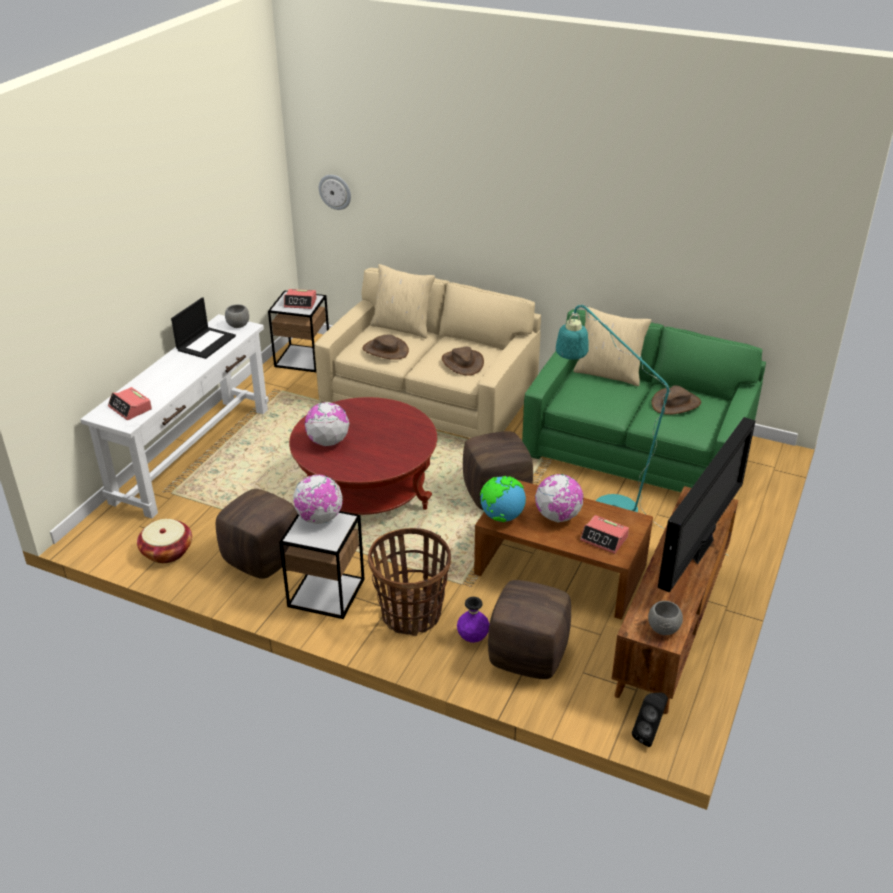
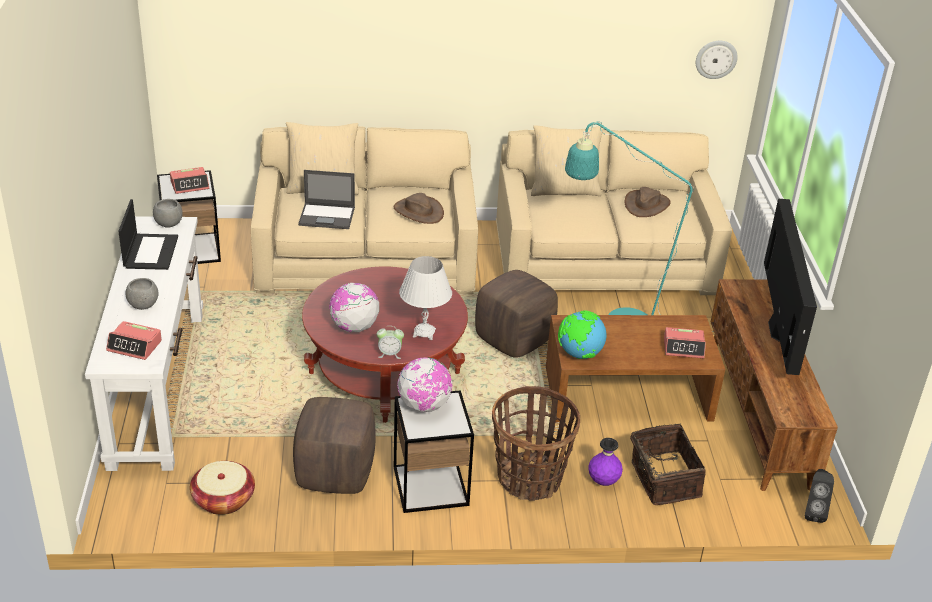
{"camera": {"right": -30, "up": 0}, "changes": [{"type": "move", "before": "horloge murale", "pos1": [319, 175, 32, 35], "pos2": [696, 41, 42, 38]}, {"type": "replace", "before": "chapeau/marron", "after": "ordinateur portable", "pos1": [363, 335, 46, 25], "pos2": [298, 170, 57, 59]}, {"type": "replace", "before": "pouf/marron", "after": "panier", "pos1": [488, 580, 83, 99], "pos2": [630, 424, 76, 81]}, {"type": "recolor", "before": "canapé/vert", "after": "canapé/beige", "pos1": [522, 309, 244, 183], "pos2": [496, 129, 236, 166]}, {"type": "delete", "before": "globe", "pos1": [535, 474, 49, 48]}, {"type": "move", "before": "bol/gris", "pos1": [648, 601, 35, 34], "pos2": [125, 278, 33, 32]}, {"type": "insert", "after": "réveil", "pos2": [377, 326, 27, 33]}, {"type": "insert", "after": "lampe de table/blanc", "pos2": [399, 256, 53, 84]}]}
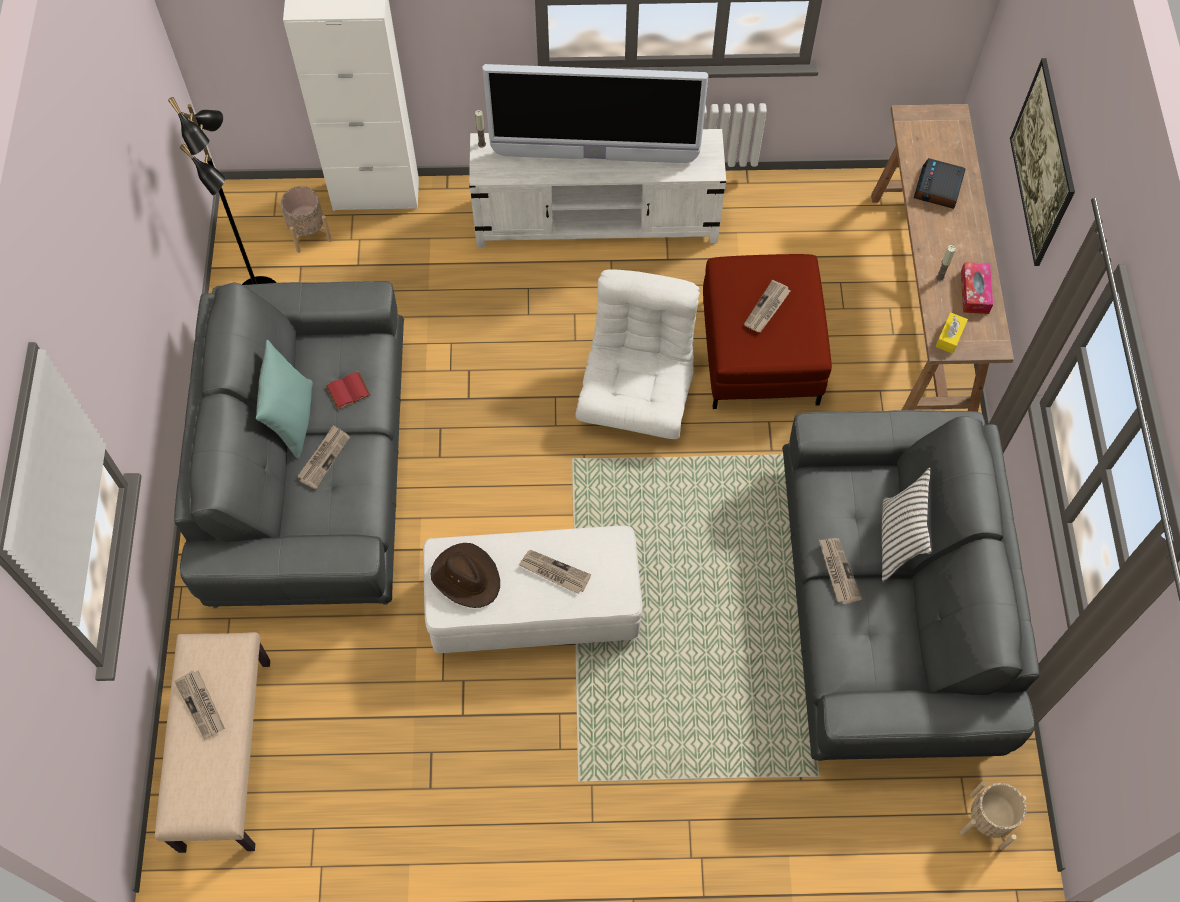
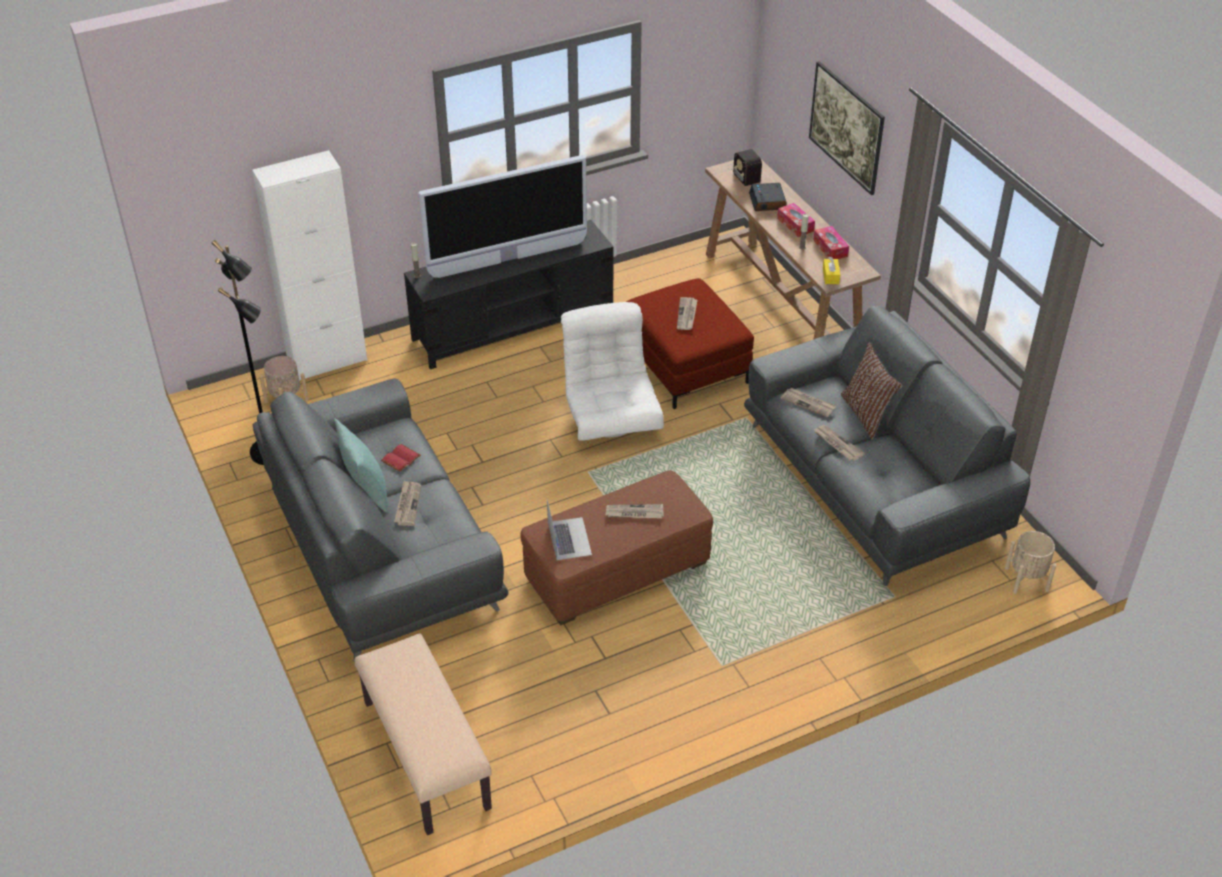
{"camera": {"right": -25, "up": -20}, "changes": [{"type": "move", "before": "journal", "pos1": [174, 670, 51, 69], "pos2": [780, 388, 57, 29]}, {"type": "recolor", "before": "pouf/blanc", "after": "pouf/marron", "pos1": [423, 526, 220, 127], "pos2": [521, 470, 192, 155]}, {"type": "replace", "before": "chapeau/marron", "after": "ordinateur portable", "pos1": [431, 543, 69, 65], "pos2": [547, 500, 45, 60]}, {"type": "recolor", "before": "meuble télé/blanc", "after": "meuble télé/noir", "pos1": [469, 129, 257, 118], "pos2": [404, 220, 210, 149]}, {"type": "recolor", "before": "coussin/blanc", "after": "coussin/marron", "pos1": [882, 468, 51, 115], "pos2": [841, 342, 62, 98]}, {"type": "insert", "after": "radio", "pos2": [727, 149, 35, 37]}, {"type": "insert", "after": "boîte à mouchoirs", "pos2": [777, 203, 38, 34]}]}
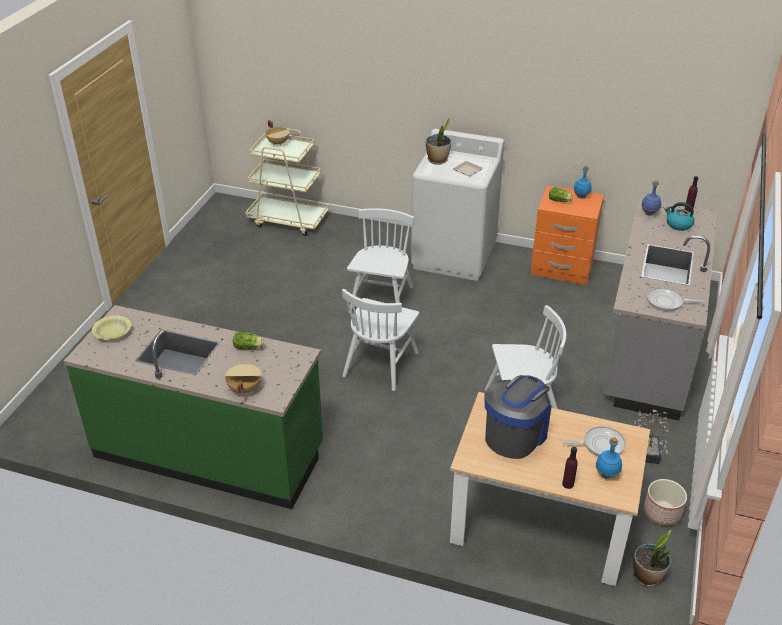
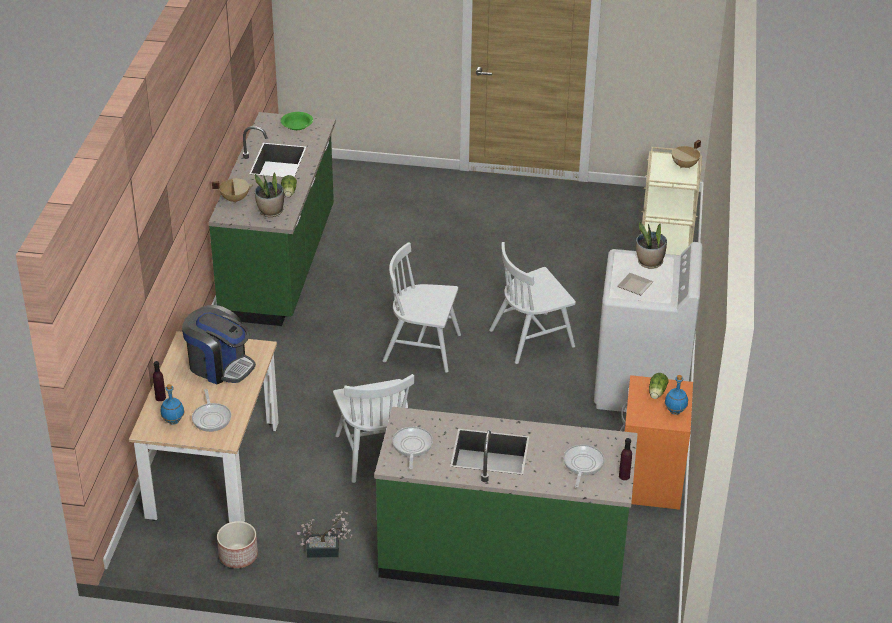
{"camera": {"right": 80, "up": 0}, "changes": [{"type": "recolor", "before": "bol/jaune", "after": "bol/vert", "pos1": [92, 315, 39, 25], "pos2": [281, 112, 32, 18]}, {"type": "rotate", "before": "chaise/blanc", "pos1": [347, 208, 67, 105], "pos2": [489, 242, 87, 122], "turn": 150}, {"type": "recolor", "before": "comptoir de cuisine/gris", "after": "comptoir de cuisine/vert", "pos1": [604, 199, 113, 222], "pos2": [374, 407, 264, 199]}, {"type": "move", "before": "plante en pot", "pos1": [633, 529, 39, 57], "pos2": [255, 172, 29, 45]}, {"type": "delete", "before": "bouteille/bleu", "pos1": [641, 180, 20, 35]}, {"type": "replace", "before": "bouilloire", "after": "poêle", "pos1": [665, 202, 29, 29], "pos2": [563, 445, 42, 43]}]}
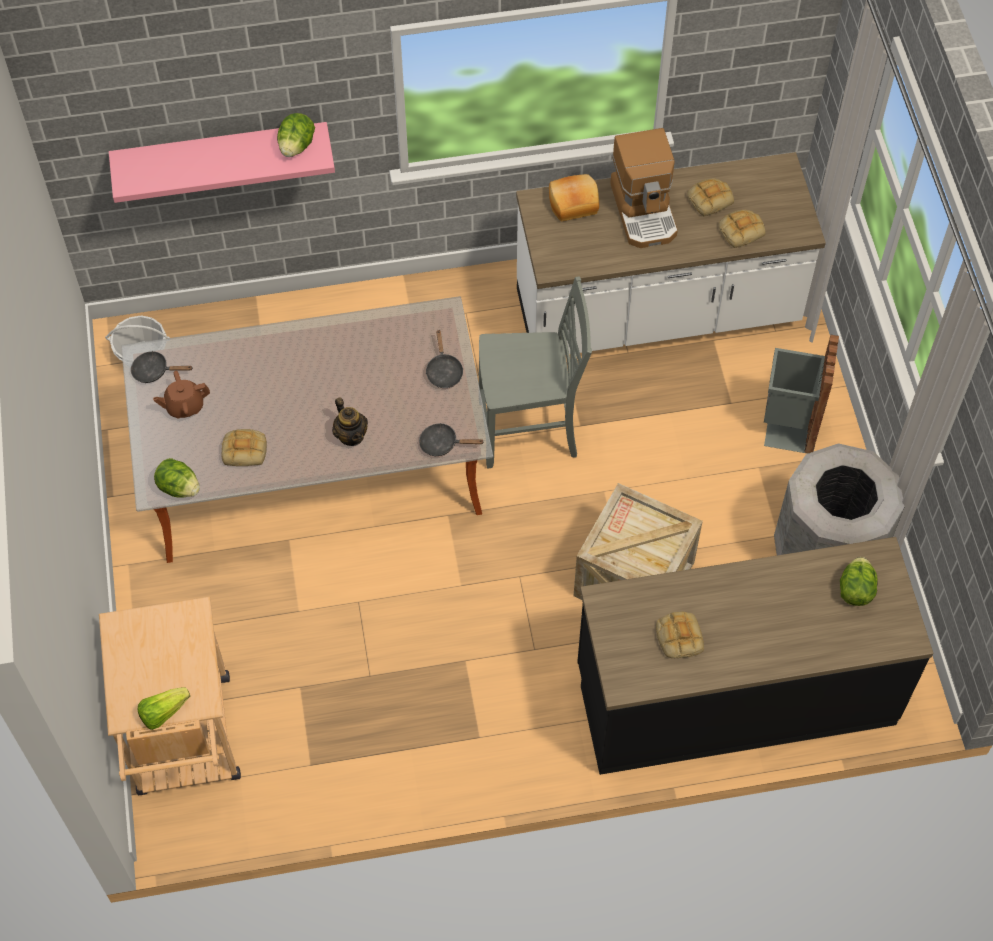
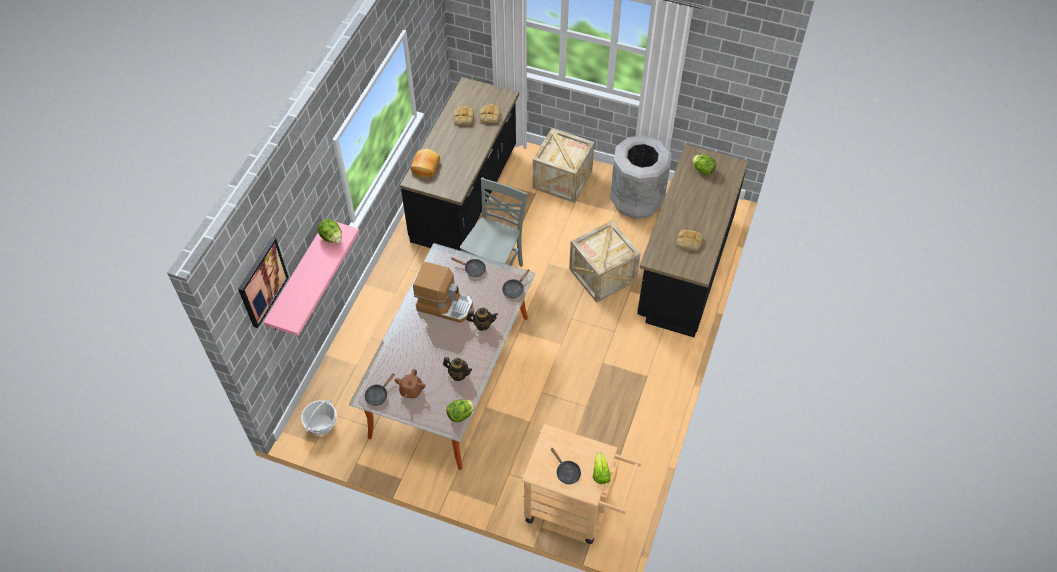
{"camera": {"right": -60, "up": -5}, "changes": [{"type": "replace", "before": "pain", "after": "théière", "pos1": [221, 429, 46, 37], "pos2": [443, 357, 29, 24]}, {"type": "recolor", "before": "comptoir de cuisine/blanc", "after": "comptoir de cuisine/noir", "pos1": [516, 152, 310, 202], "pos2": [400, 77, 119, 174]}, {"type": "move", "before": "machine à café", "pos1": [610, 128, 68, 120], "pos2": [413, 262, 60, 61]}, {"type": "replace", "before": "poubelle/gris", "after": "caisse", "pos1": [764, 335, 75, 119], "pos2": [533, 128, 61, 75]}, {"type": "insert", "after": "tableau", "pos2": [238, 237, 51, 91]}, {"type": "insert", "after": "poêle/noir", "pos2": [551, 447, 30, 38]}]}
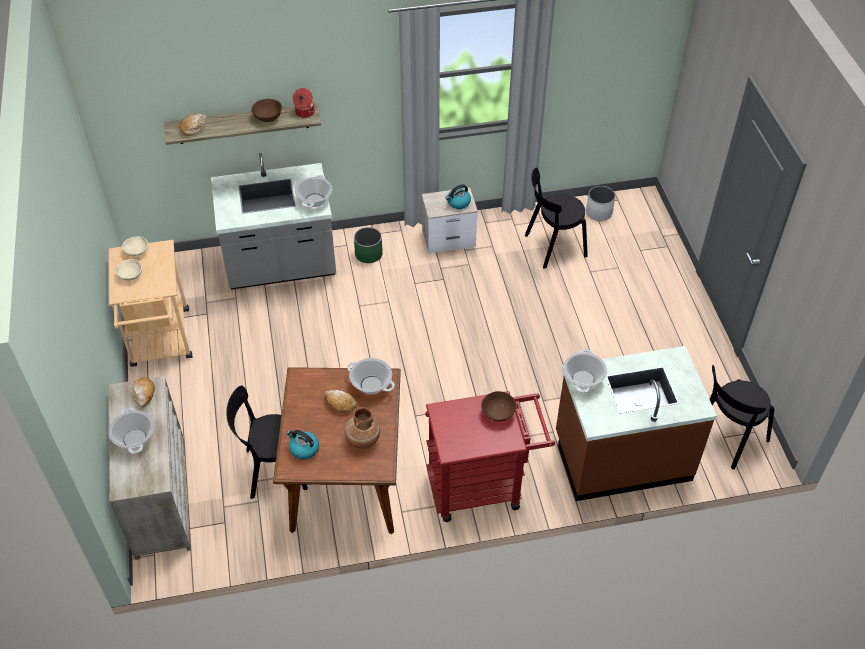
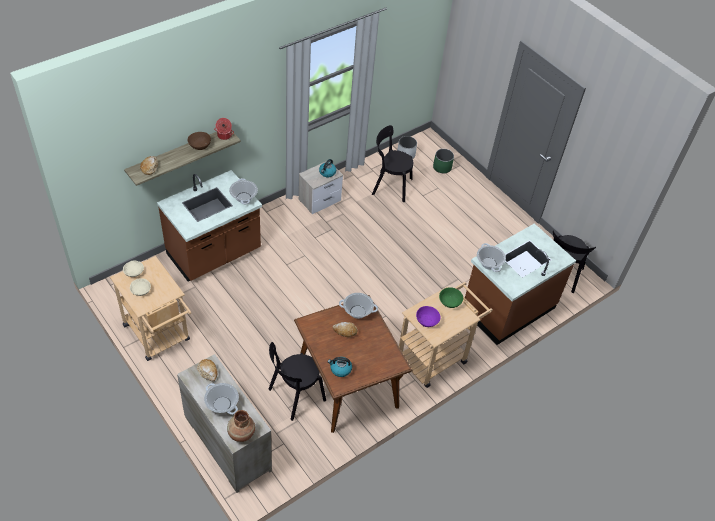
{"camera": {"right": -30, "up": 0}, "changes": [{"type": "recolor", "before": "comptoir de cuisine/gris", "after": "comptoir de cuisine/marron", "pos1": [211, 153, 125, 137], "pos2": [157, 170, 105, 112]}, {"type": "move", "before": "vase/marron", "pos1": [345, 407, 35, 42], "pos2": [227, 410, 28, 32]}, {"type": "move", "before": "cache-pot/vert", "pos1": [354, 227, 29, 36], "pos2": [433, 149, 21, 24]}, {"type": "recolor", "before": "chariot/rouge", "after": "chariot/beige", "pos1": [425, 391, 130, 131], "pos2": [399, 282, 94, 106]}, {"type": "recolor", "before": "bol/marron", "after": "bol/vert", "pos1": [481, 391, 36, 31], "pos2": [439, 287, 24, 21]}, {"type": "rotate", "before": "chaise/noir", "pos1": [525, 167, 63, 102], "pos2": [372, 125, 41, 77], "turn": 60}, {"type": "insert", "after": "bol/violet", "pos2": [416, 306, 25, 21]}]}
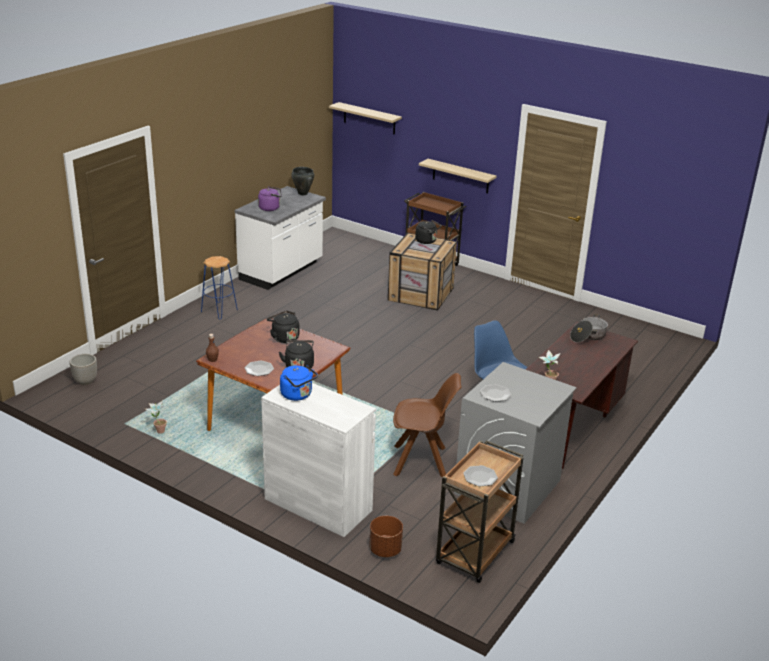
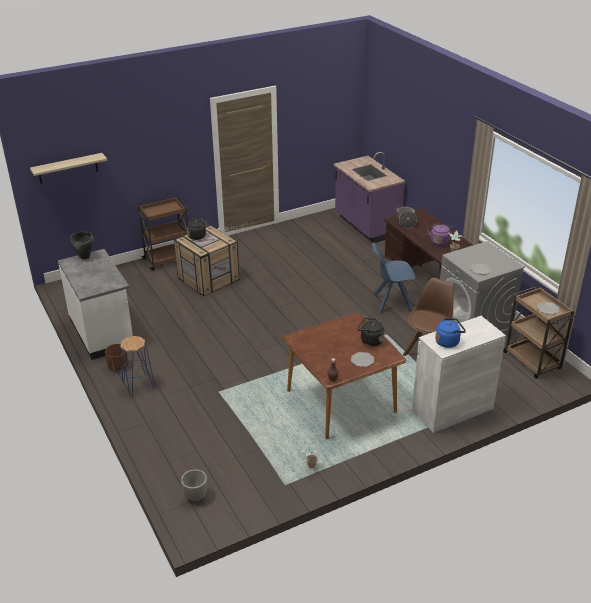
{"camera": {"right": -60, "up": 5}, "changes": [{"type": "move", "before": "bouilloire/violet", "pos1": [258, 186, 24, 25], "pos2": [427, 223, 25, 23]}, {"type": "delete", "before": "bouilloire/noir", "pos1": [267, 311, 32, 32]}, {"type": "move", "before": "cache-pot/marron", "pos1": [370, 516, 33, 41], "pos2": [105, 344, 24, 26]}, {"type": "delete", "before": "étagère", "pos1": [419, 159, 77, 35]}, {"type": "insert", "after": "comptoir de cuisine/violet", "pos2": [333, 152, 72, 91]}]}
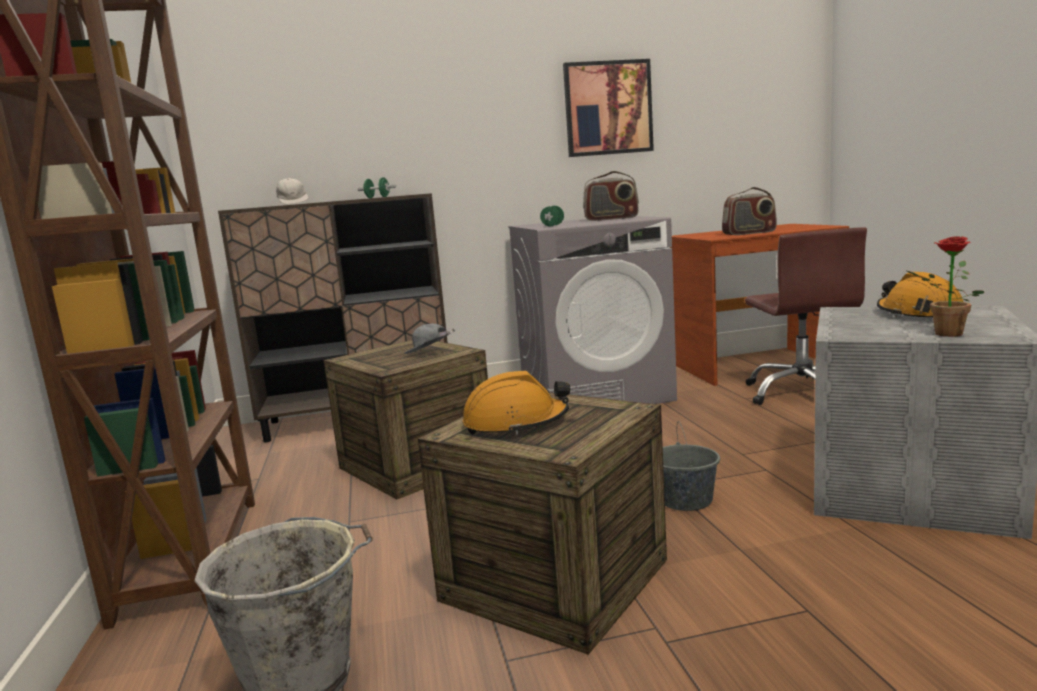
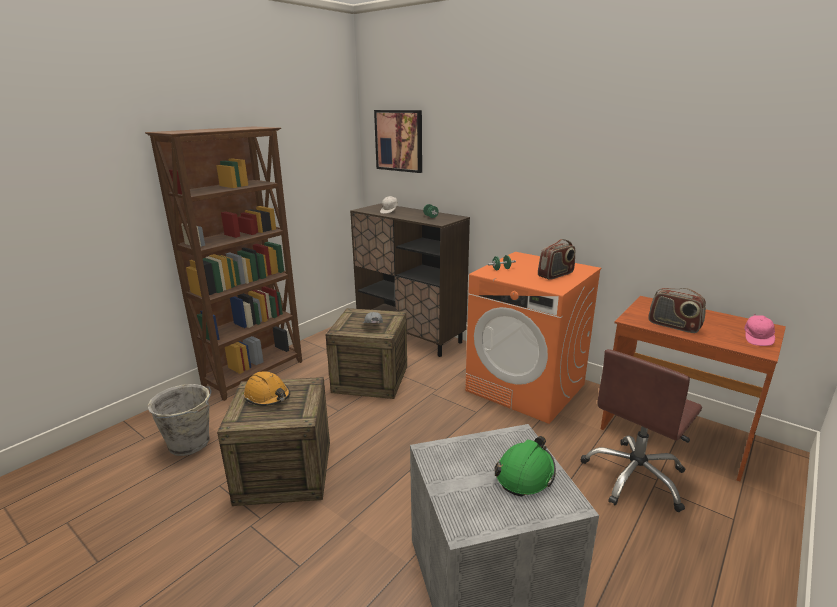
{"camera": {"right": 50, "up": 10}, "changes": [{"type": "recolor", "before": "lave-linge/gris", "after": "lave-linge/orange", "pos1": [509, 216, 168, 188], "pos2": [465, 252, 136, 172]}, {"type": "move", "before": "tableau", "pos1": [563, 59, 91, 98], "pos2": [374, 110, 48, 63]}, {"type": "rotate", "before": "radio", "pos1": [583, 171, 56, 50], "pos2": [538, 239, 37, 41], "turn": -90}, {"type": "delete", "before": "seau/gris", "pos1": [663, 422, 57, 89]}, {"type": "recolor", "before": "casque de chantier/orange", "after": "casque de chantier/vert", "pos1": [877, 272, 87, 45], "pos2": [494, 436, 62, 61]}, {"type": "delete", "before": "plante en pot", "pos1": [905, 236, 79, 101]}, {"type": "insert", "after": "casquette/rose", "pos2": [744, 314, 31, 32]}]}
